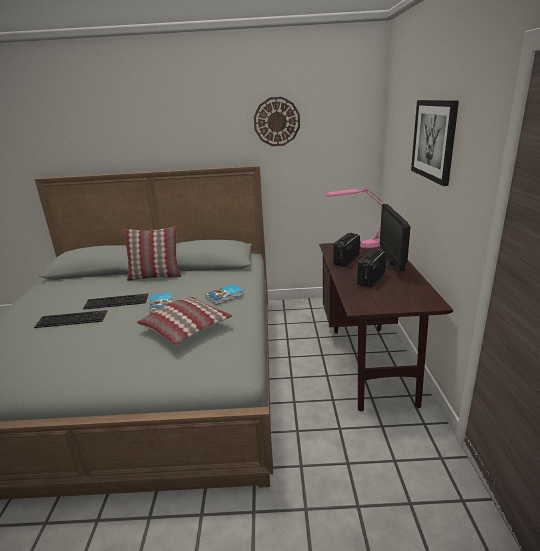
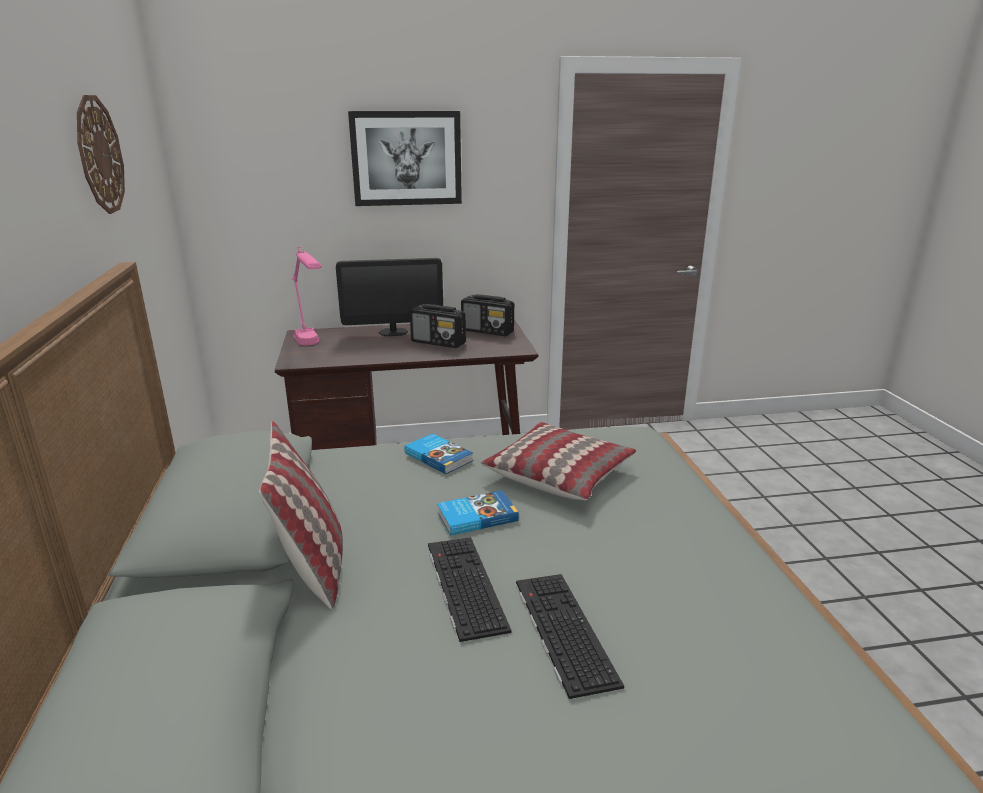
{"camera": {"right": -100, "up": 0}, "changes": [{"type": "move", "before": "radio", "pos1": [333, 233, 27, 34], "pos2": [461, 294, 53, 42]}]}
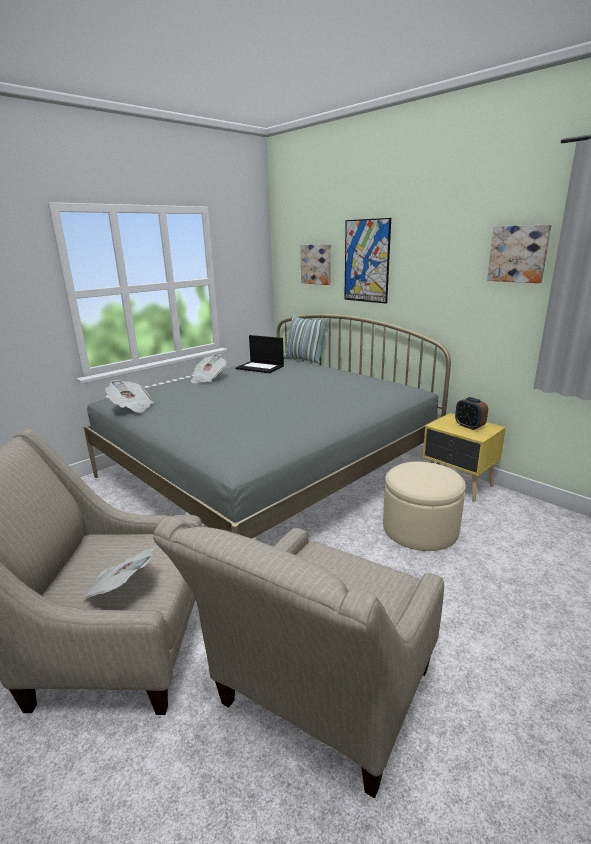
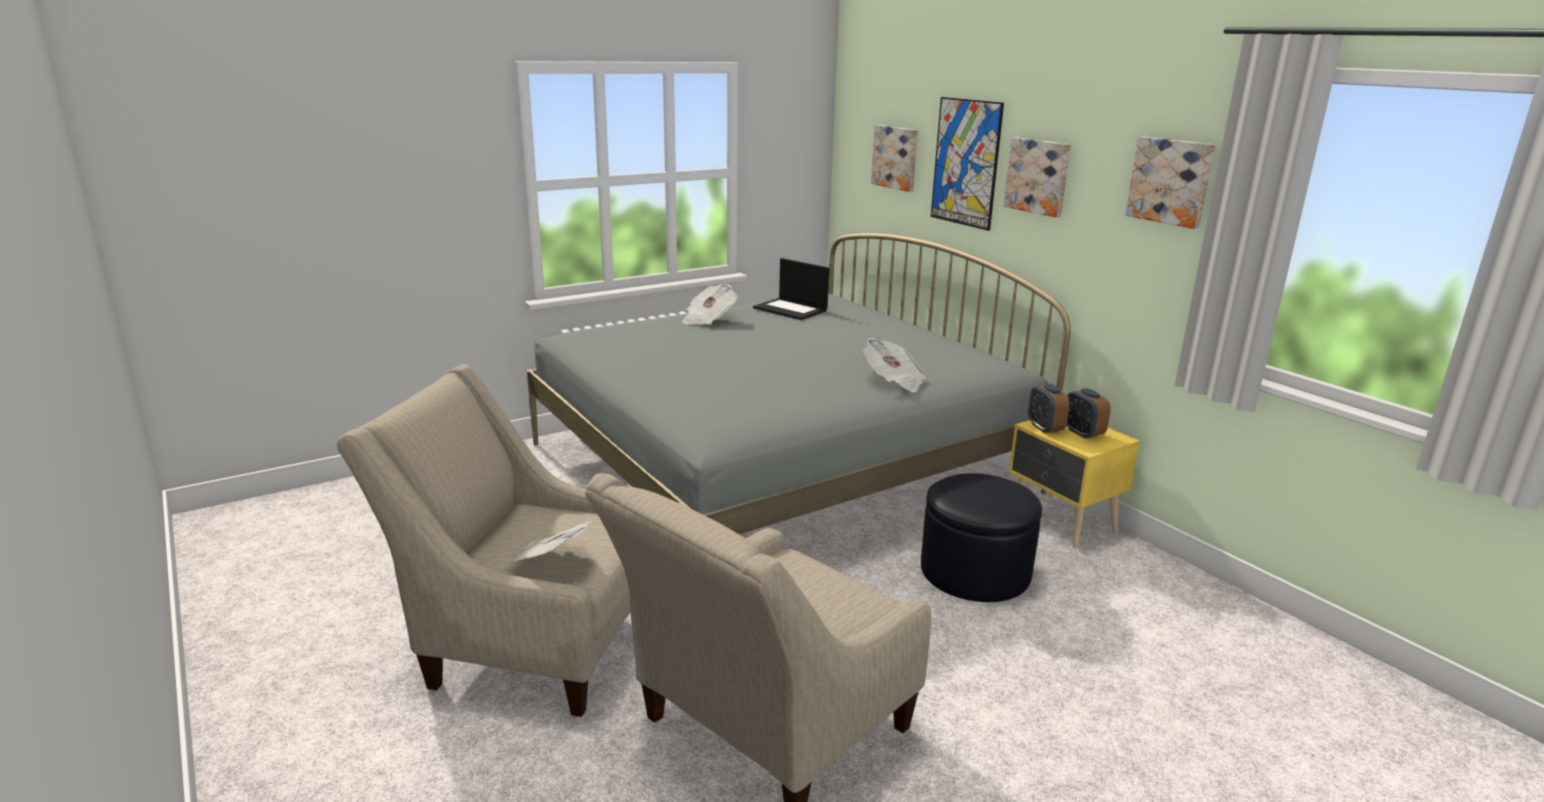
{"camera": {"right": 10, "up": 0}, "changes": [{"type": "move", "before": "journal", "pos1": [105, 380, 49, 33], "pos2": [863, 338, 63, 54]}, {"type": "delete", "before": "coussin", "pos1": [284, 315, 44, 49]}, {"type": "recolor", "before": "pouf/beige", "after": "pouf/noir", "pos1": [383, 462, 83, 89], "pos2": [921, 473, 121, 129]}, {"type": "insert", "after": "tableau", "pos2": [1004, 137, 67, 80]}, {"type": "insert", "after": "réveil", "pos2": [1028, 384, 41, 50]}]}
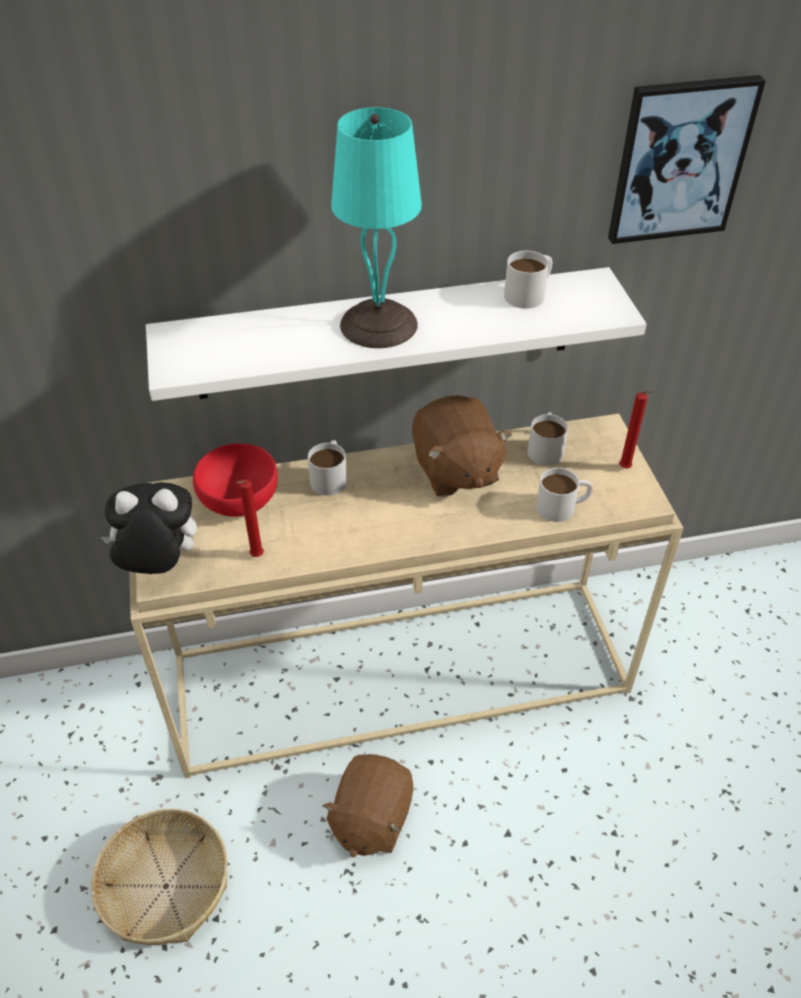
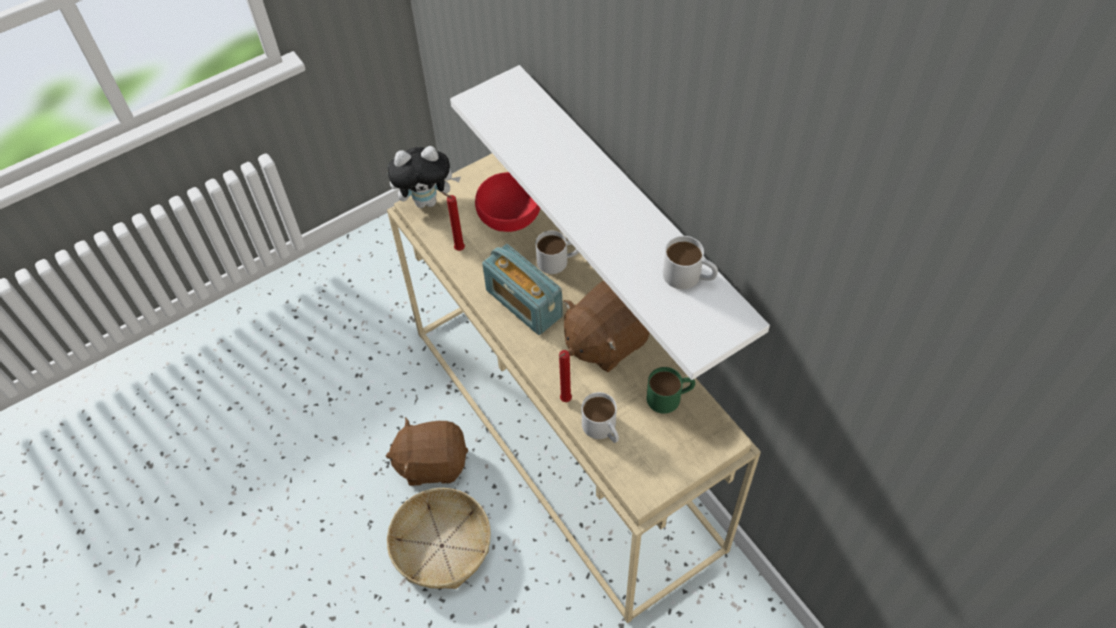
{"camera": {"right": 70, "up": 10}, "changes": [{"type": "move", "before": "panier", "pos1": [91, 809, 137, 136], "pos2": [387, 488, 104, 101]}, {"type": "rotate", "before": "peluche", "pos1": [100, 482, 97, 92], "pos2": [387, 146, 74, 62], "turn": 105}, {"type": "delete", "before": "lampe de table/turquoise", "pos1": [331, 107, 91, 241]}, {"type": "recolor", "before": "mug/blanc", "after": "mug/vert", "pos1": [528, 412, 40, 54], "pos2": [646, 367, 49, 47]}, {"type": "delete", "before": "tableau", "pos1": [608, 75, 158, 169]}, {"type": "move", "before": "bougie/rouge", "pos1": [619, 391, 35, 77], "pos2": [559, 350, 13, 52]}, {"type": "insert", "after": "radio", "pos2": [482, 244, 81, 91]}]}
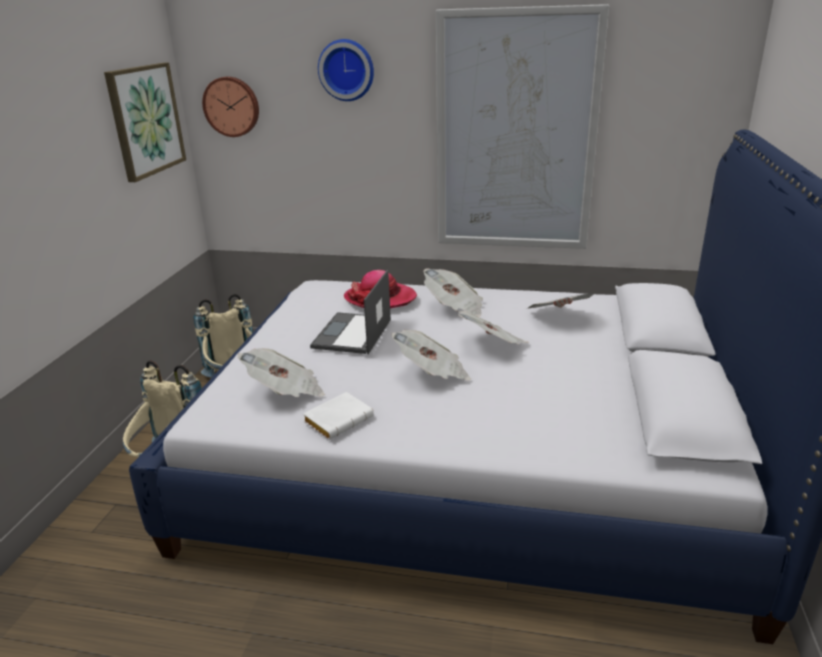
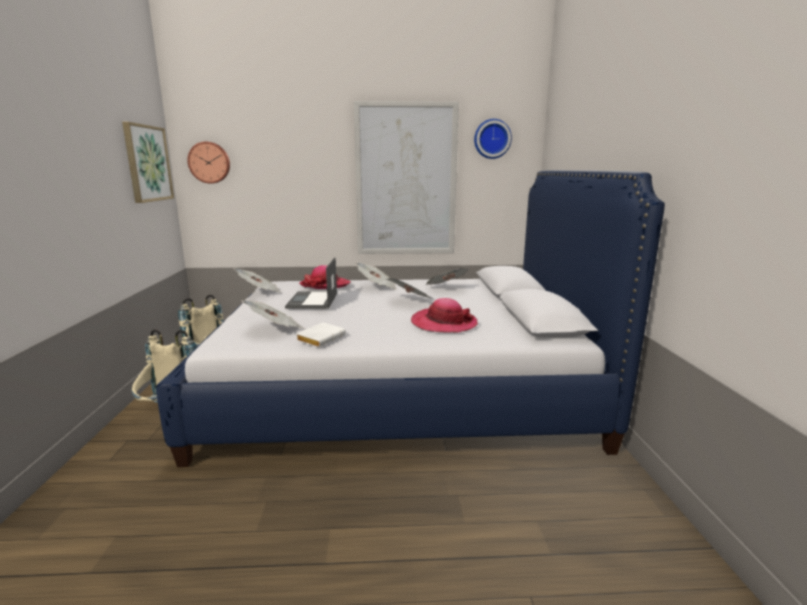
{"camera": {"right": -15, "up": -10}, "changes": [{"type": "move", "before": "horloge murale", "pos1": [318, 39, 56, 62], "pos2": [474, 119, 38, 40]}, {"type": "move", "before": "journal", "pos1": [391, 330, 80, 50], "pos2": [233, 268, 49, 25]}, {"type": "insert", "after": "chapeau", "pos2": [411, 298, 67, 35]}]}
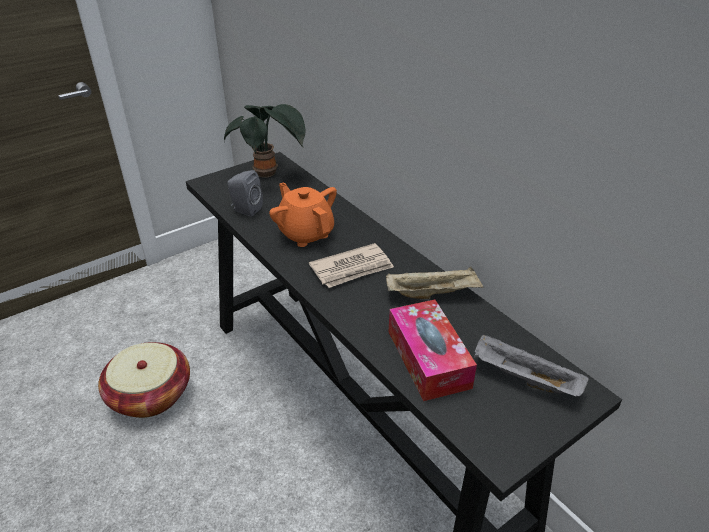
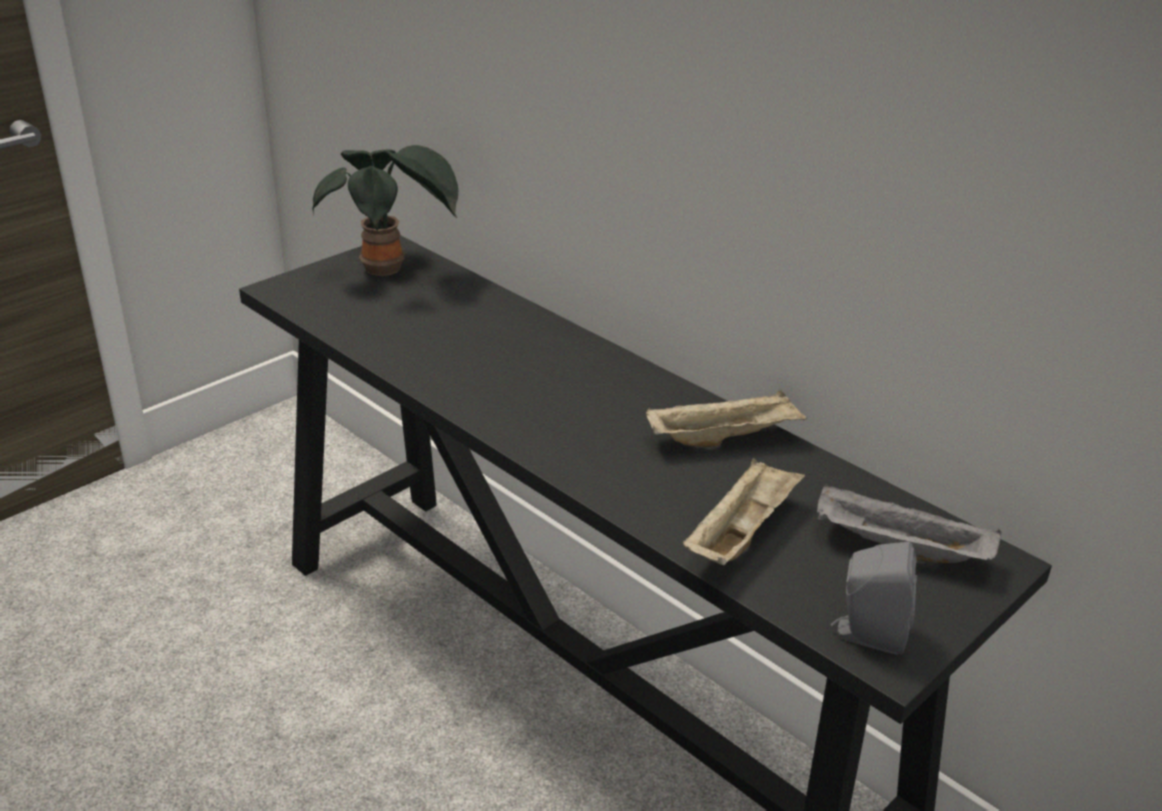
{"camera": {"right": -10, "up": -5}, "changes": [{"type": "delete", "before": "panier", "pos1": [98, 342, 92, 76]}, {"type": "move", "before": "enceinte/gris", "pos1": [227, 170, 36, 47], "pos2": [830, 542, 87, 113]}, {"type": "delete", "before": "théière/orange", "pos1": [269, 183, 68, 64]}, {"type": "delete", "before": "journal", "pos1": [309, 243, 85, 45]}, {"type": "replace", "before": "boîte à mouchoirs", "after": "plateau/beige", "pos1": [388, 300, 89, 101], "pos2": [683, 458, 122, 107]}]}
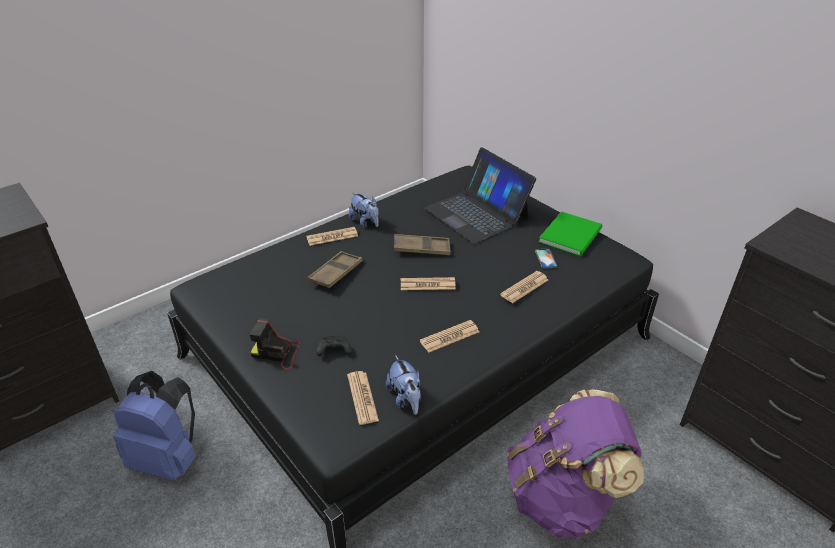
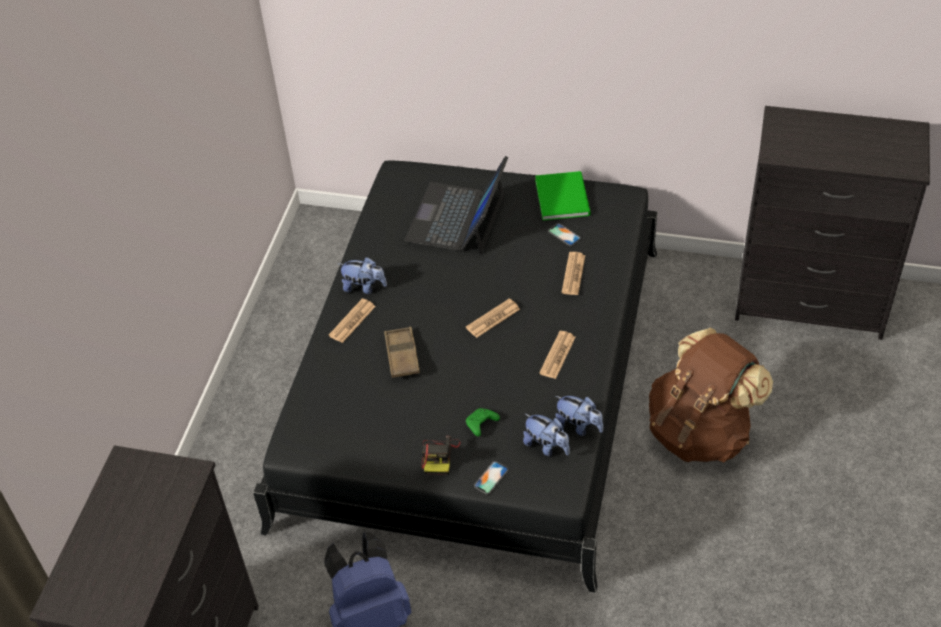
{"camera": {"right": -35, "up": 10}, "changes": [{"type": "rotate", "before": "appareil photo", "pos1": [250, 318, 50, 52], "pos2": [421, 436, 40, 39], "turn": -60}, {"type": "recolor", "before": "manette/noir", "after": "manette/vert", "pos1": [316, 336, 35, 20], "pos2": [466, 408, 34, 29]}, {"type": "replace", "before": "journal", "after": "peluche", "pos1": [347, 371, 32, 54], "pos2": [523, 414, 47, 43]}, {"type": "delete", "before": "plateau/marron", "pos1": [394, 234, 57, 21]}, {"type": "rotate", "before": "ordinateur portable", "pos1": [424, 147, 112, 97], "pos2": [405, 156, 103, 98], "turn": 90}, {"type": "recolor", "before": "sac à dos/violet", "after": "sac à dos/marron", "pos1": [507, 389, 137, 148], "pos2": [649, 328, 124, 134]}, {"type": "insert", "after": "téléphone", "pos2": [474, 461, 34, 34]}]}
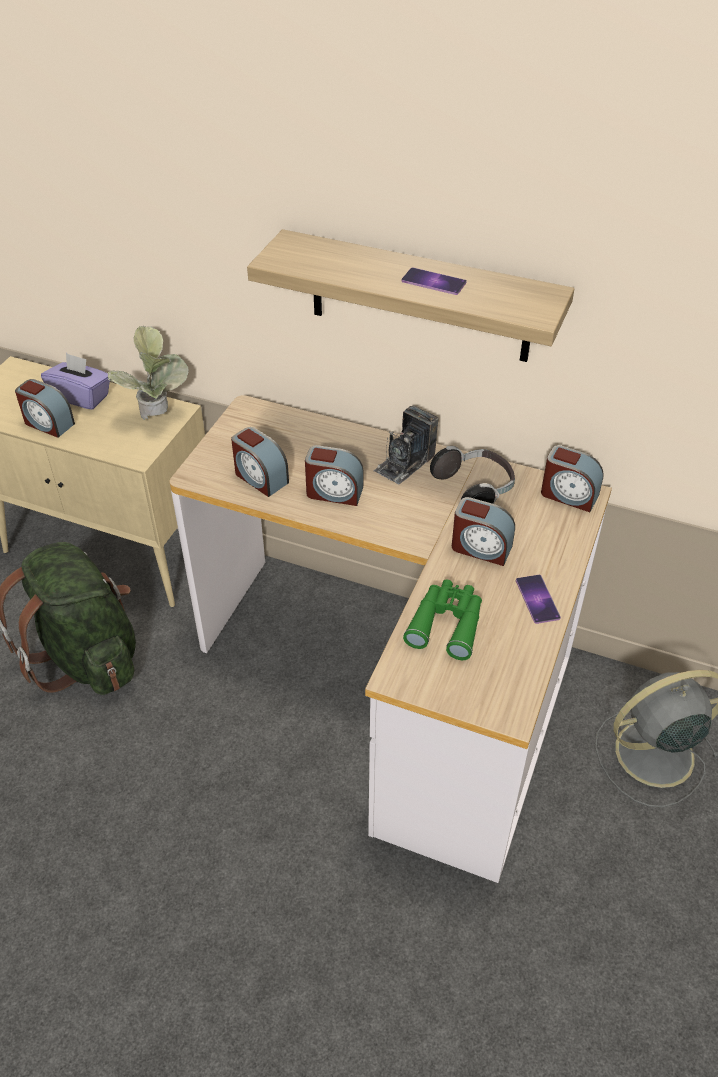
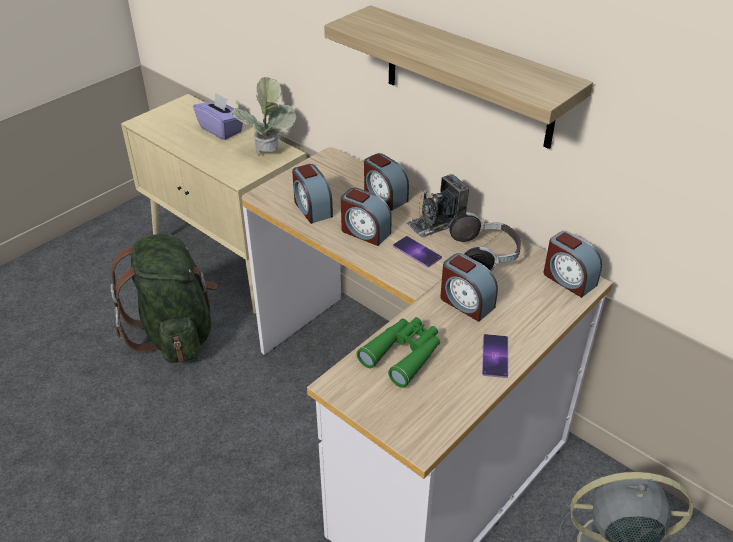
{"camera": {"right": 20, "up": -5}, "changes": [{"type": "move", "before": "réveil", "pos1": [15, 379, 60, 59], "pos2": [364, 153, 45, 58]}, {"type": "move", "before": "téléphone", "pos1": [401, 267, 66, 28], "pos2": [393, 236, 49, 31]}]}
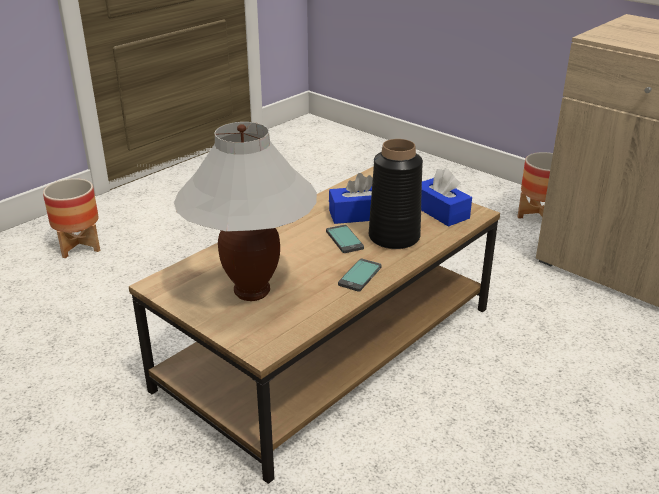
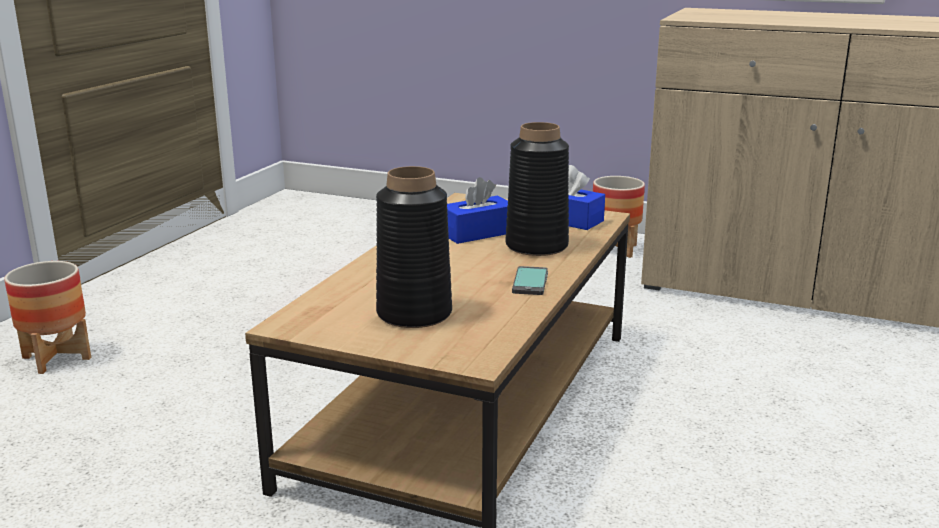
{"camera": {"right": -20, "up": -10}, "changes": [{"type": "replace", "before": "lampe de table/blanc", "after": "vase/noir", "pos1": [174, 122, 143, 179], "pos2": [376, 166, 76, 162]}, {"type": "delete", "before": "téléphone", "pos1": [326, 225, 38, 28]}]}
